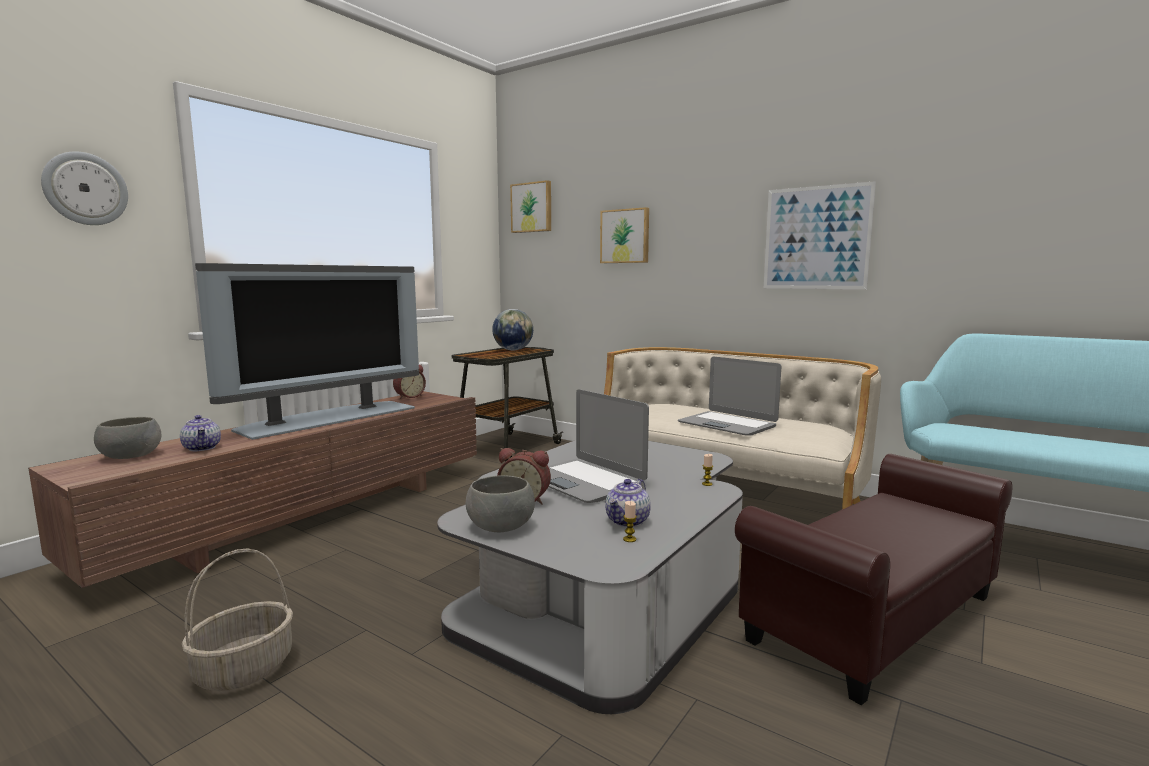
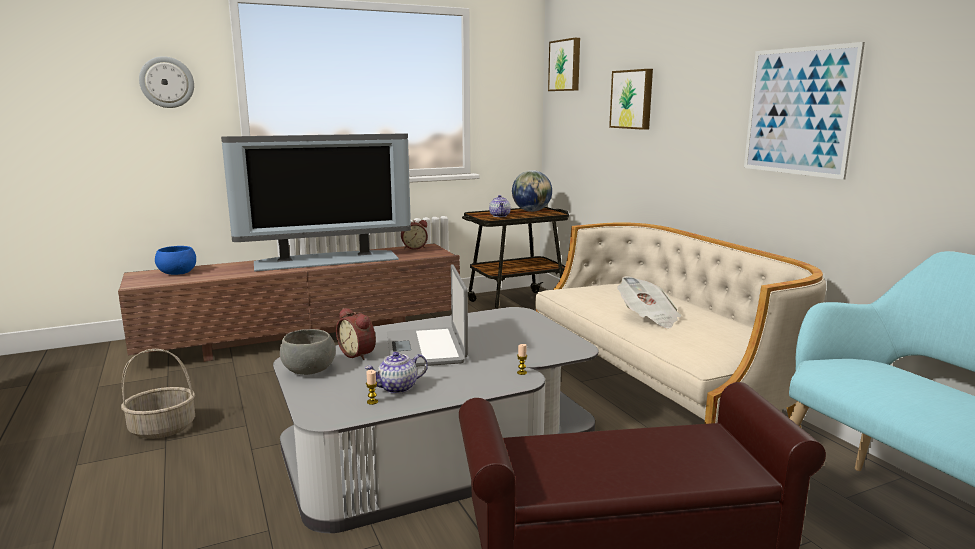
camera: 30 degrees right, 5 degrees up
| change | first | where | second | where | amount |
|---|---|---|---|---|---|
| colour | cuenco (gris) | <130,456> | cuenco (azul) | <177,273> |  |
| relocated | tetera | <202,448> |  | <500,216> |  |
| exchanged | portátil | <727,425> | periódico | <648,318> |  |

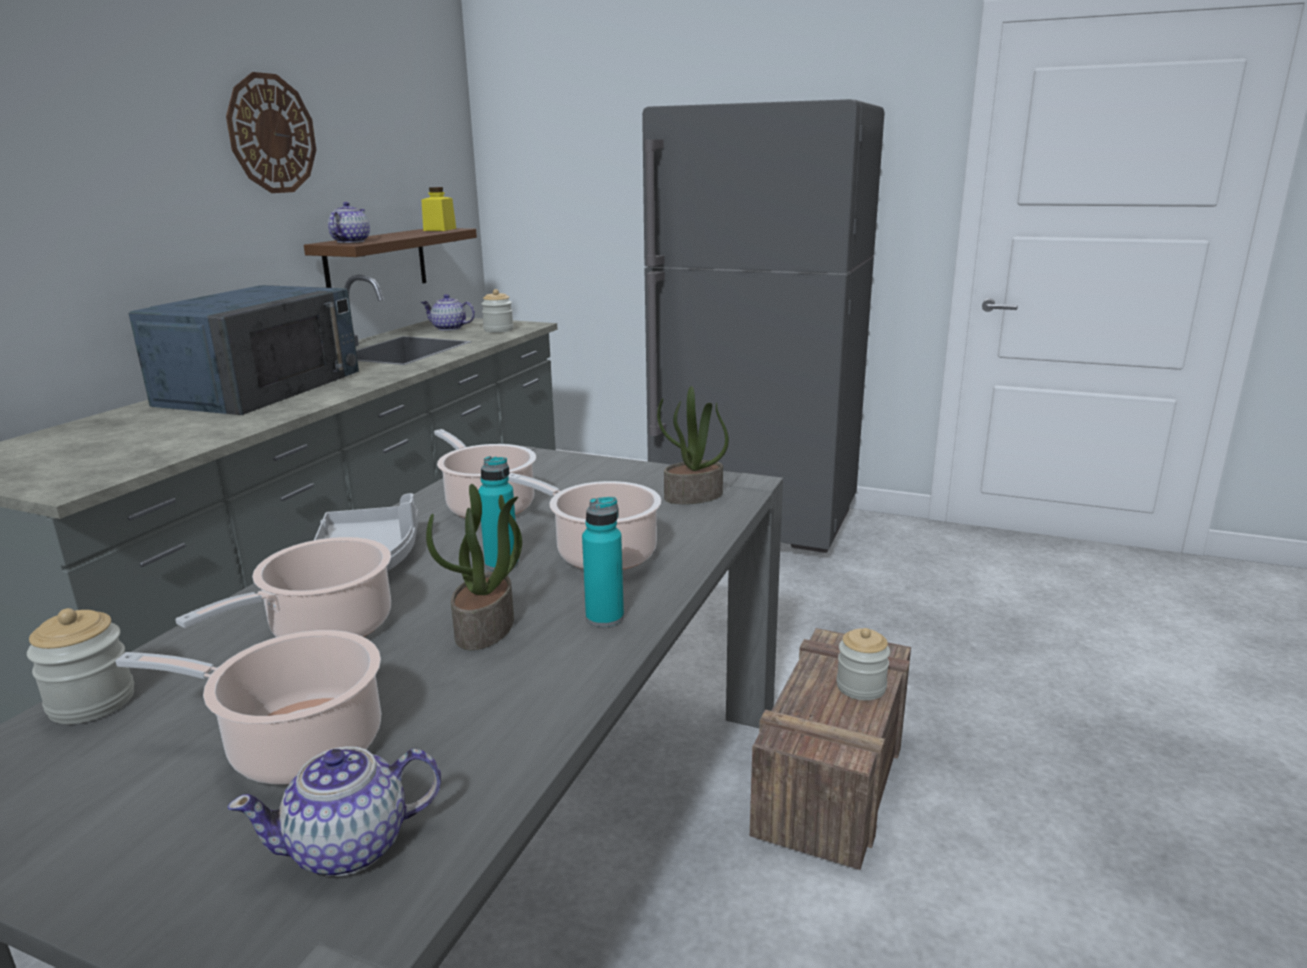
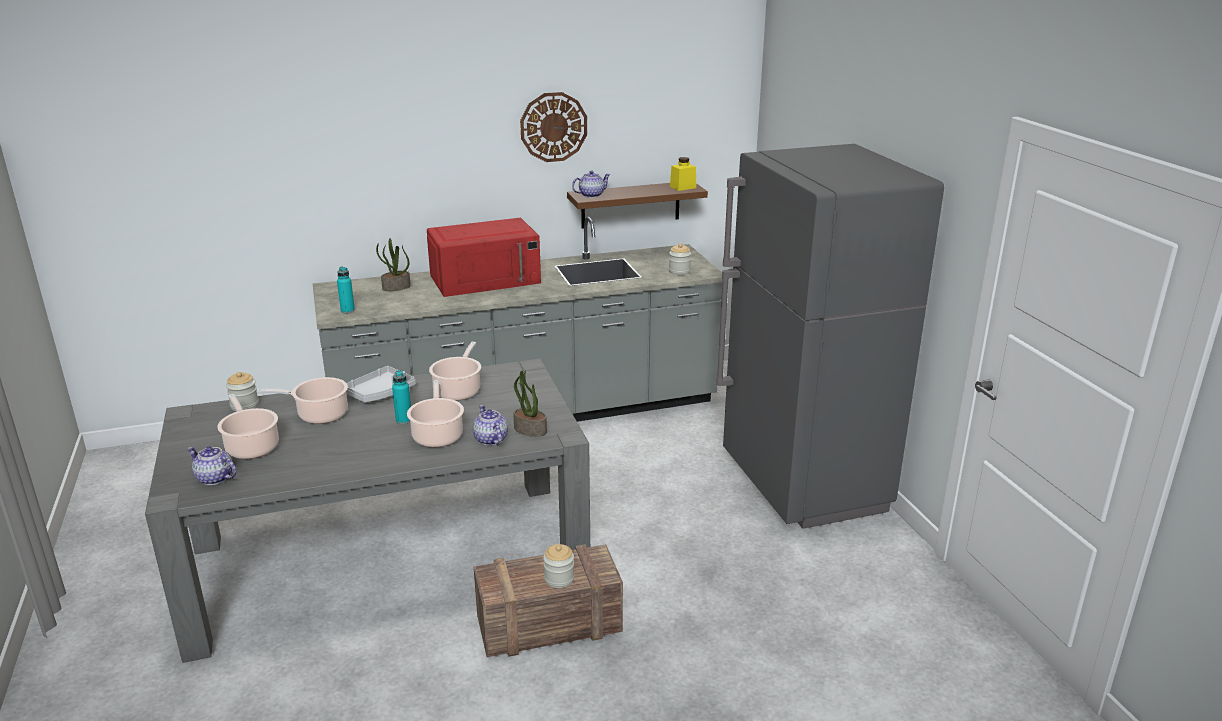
camera: 50 degrees right, 5 degrees up
| change | first | where | second | where | amount |
|---|---|---|---|---|---|
| relocated | botella (turquesa) | <604,618> |  | <347,310> |  |
| relocated | planta en maceta | <486,629> |  | <396,287> |  |
| colour | microondas (azul) | <262,387> | microondas (rojo) | <486,279> |  |
| relocated | tetera | <449,328> |  | <490,440> |  |

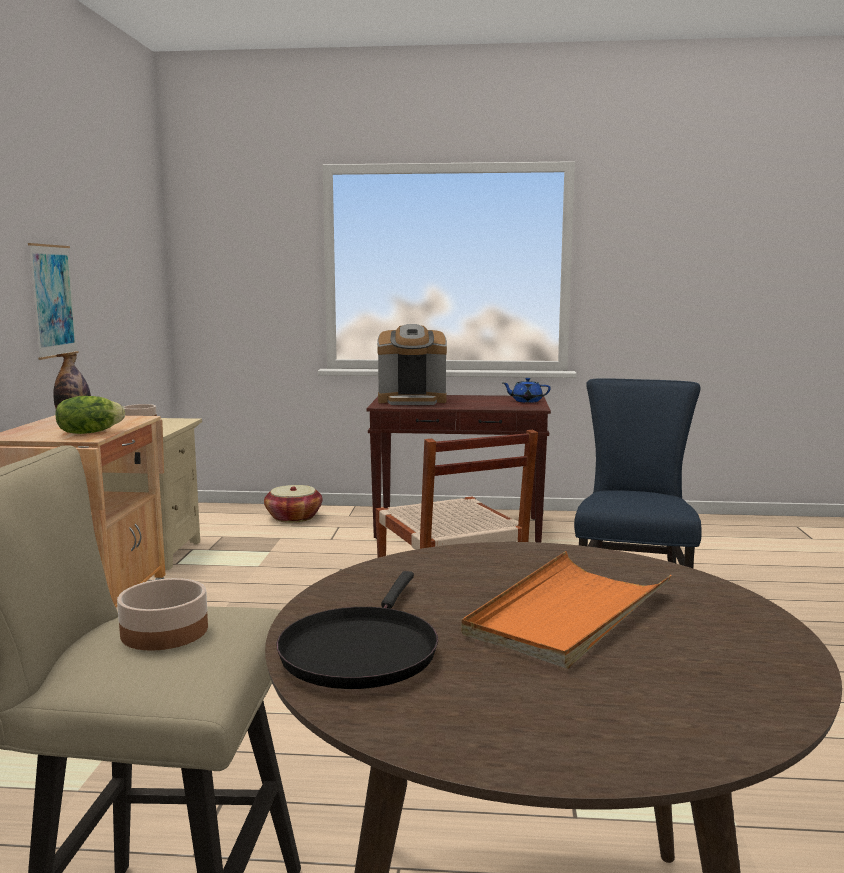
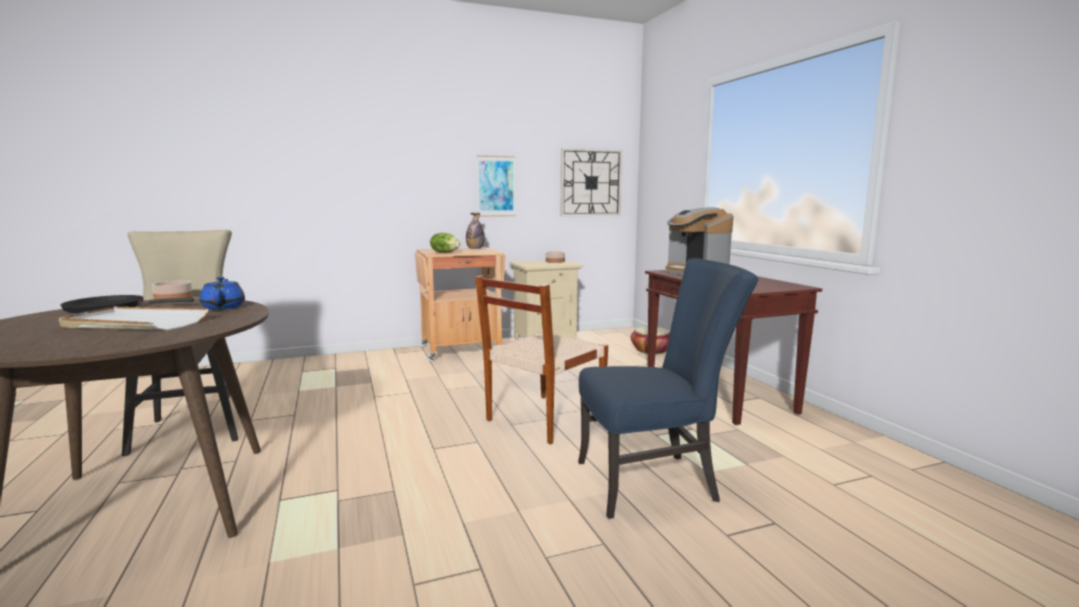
camera: 65 degrees right, 0 degrees up
| change | first | where | second | where | amount |
|---|---|---|---|---|---|
| colour | bandeja (naranja) | <567,614> | bandeja (blanco) | <134,323> |  |
| relocated | tetera (azul) | <526,401> |  | <224,307> |  |
| appeared |  |  | reloj de pared | <590,182> |  |

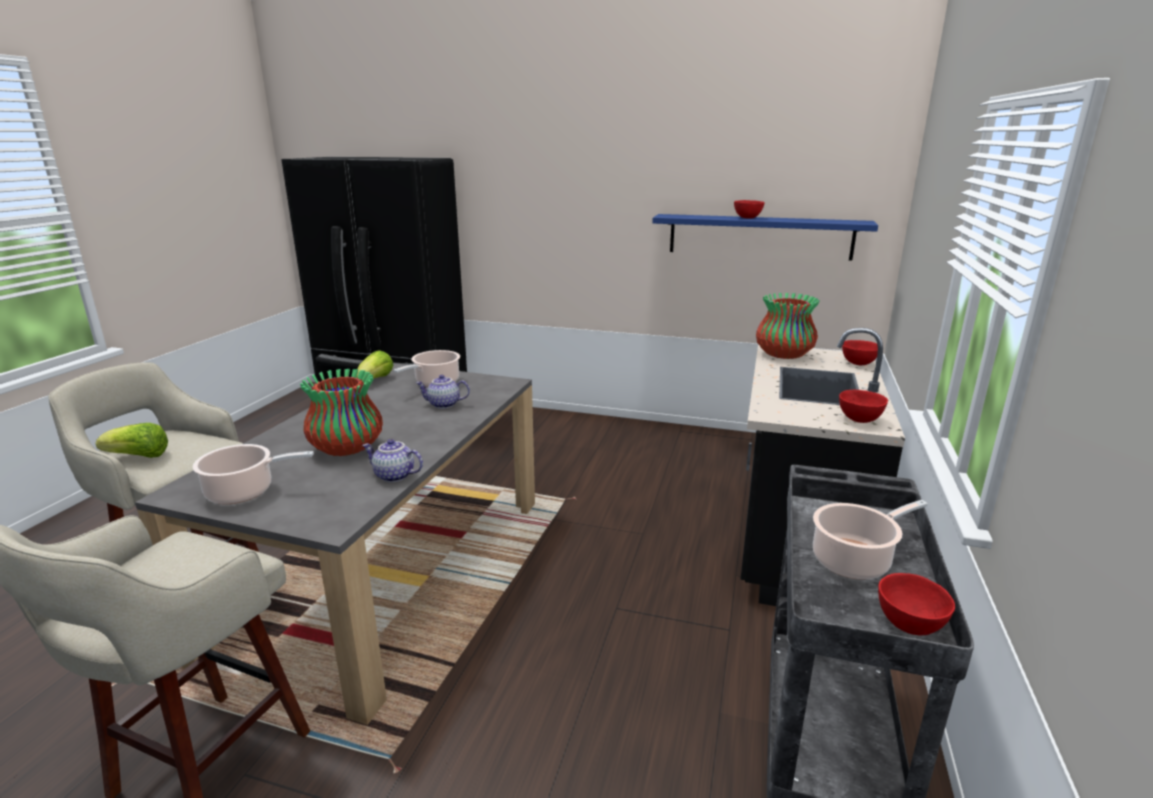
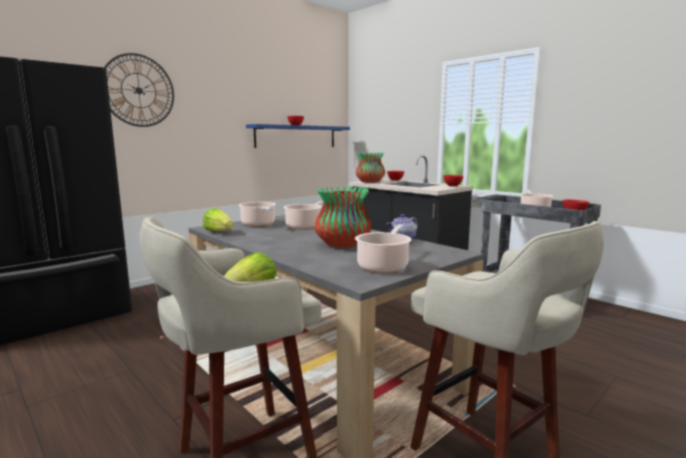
camera: 60 degrees left, 10 degrees down
| change | first | where | second | where | amount |
|---|---|---|---|---|---|
| appeared |  |  | reloj de pared | <138,90> |  |
| exchanged | tetera | <443,405> | olla | <305,226> |  |

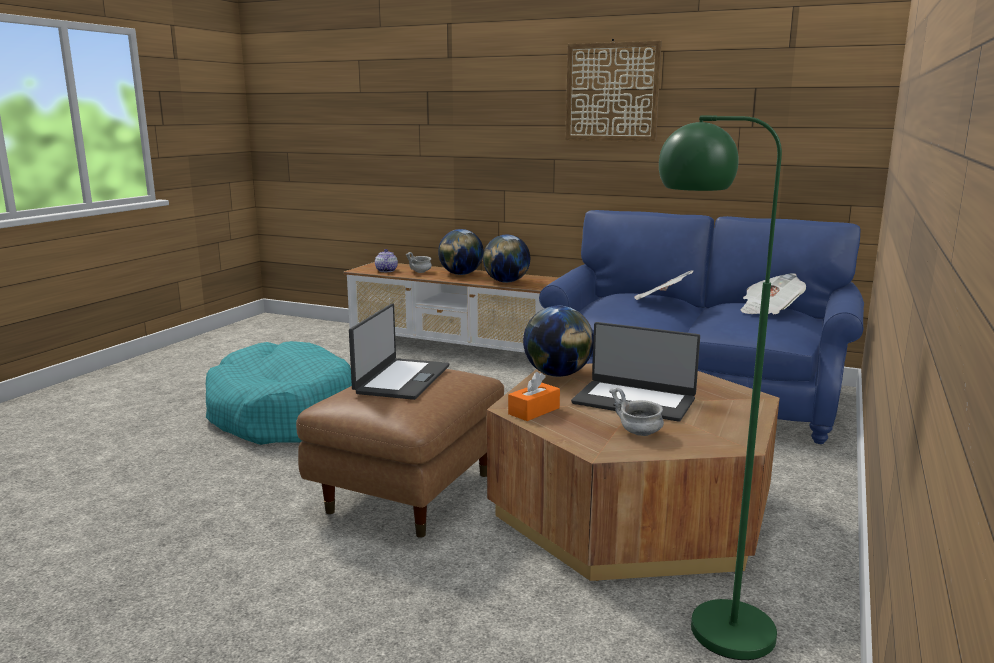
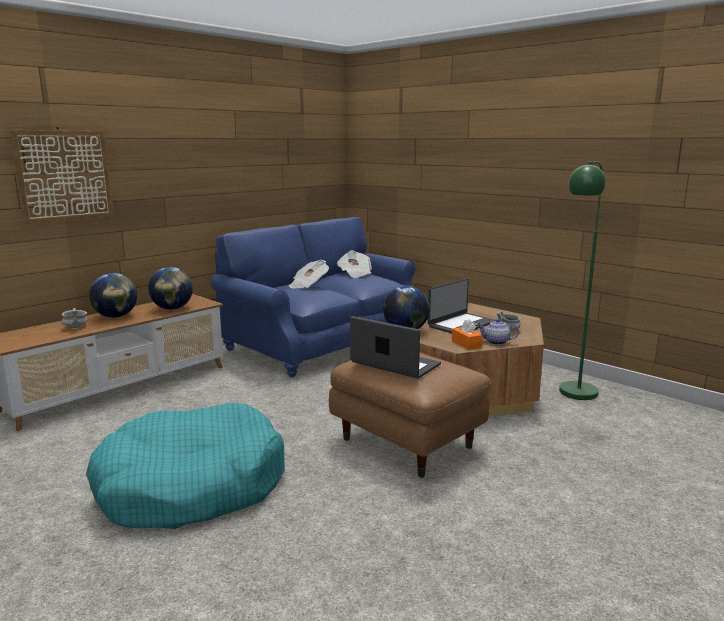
camera: 70 degrees left, 0 degrees up
| change | first | where | second | where | amount |
|---|---|---|---|---|---|
| relocated | cuadro | <612,90> |  | <64,174> |  |
| relocated | tetera | <386,271> |  | <496,342> |  |

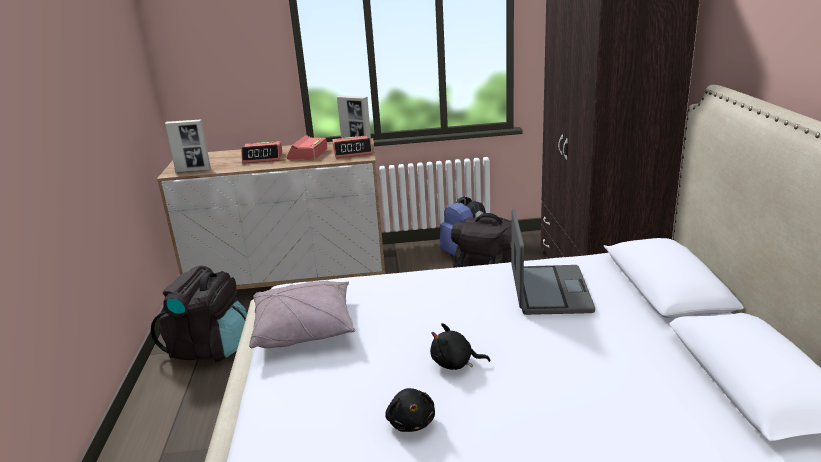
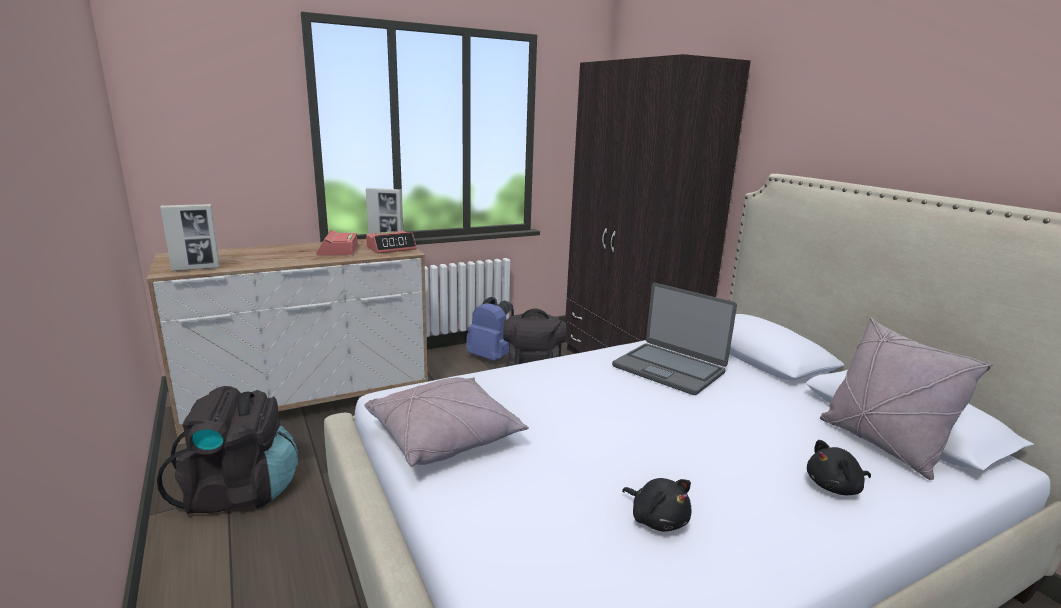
camera: 25 degrees left, 5 degrees down
| change | first | where | second | where | amount |
|---|---|---|---|---|---|
| spun | portátil | <549,291> |  | <669,369> | 150 degrees clockwise |
| relocated | peluche (negro) | <455,363> |  | <835,487> |  |
| appeared |  |  | cojín (morado) | <880,445> |  |
| missing | despertador | <263,158> |  |  |  |

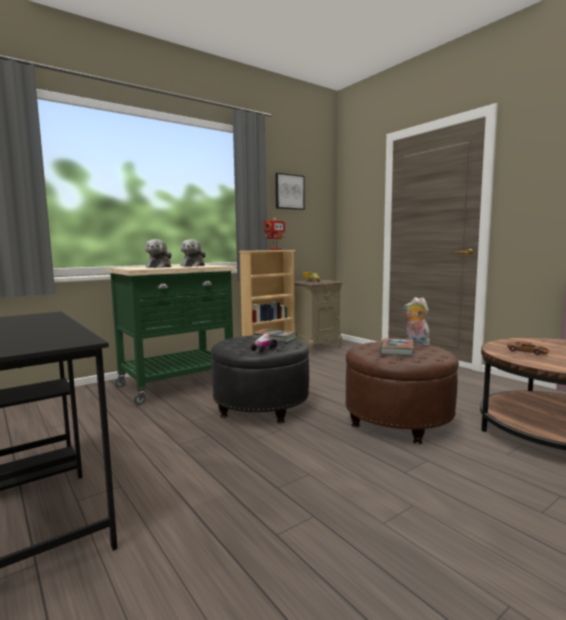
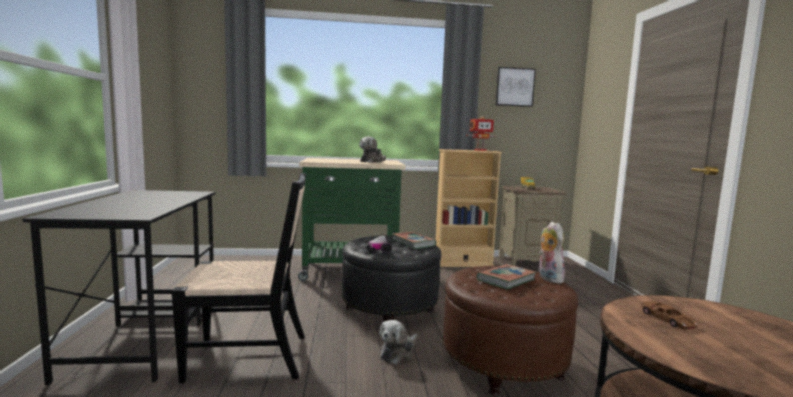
camera: 30 degrees right, 0 degrees up
| change | first | where | second | where | amount |
|---|---|---|---|---|---|
| appeared |  |  | silla | <248,358> |  |
| relocated | peluche | <159,267> |  | <398,353> |  |

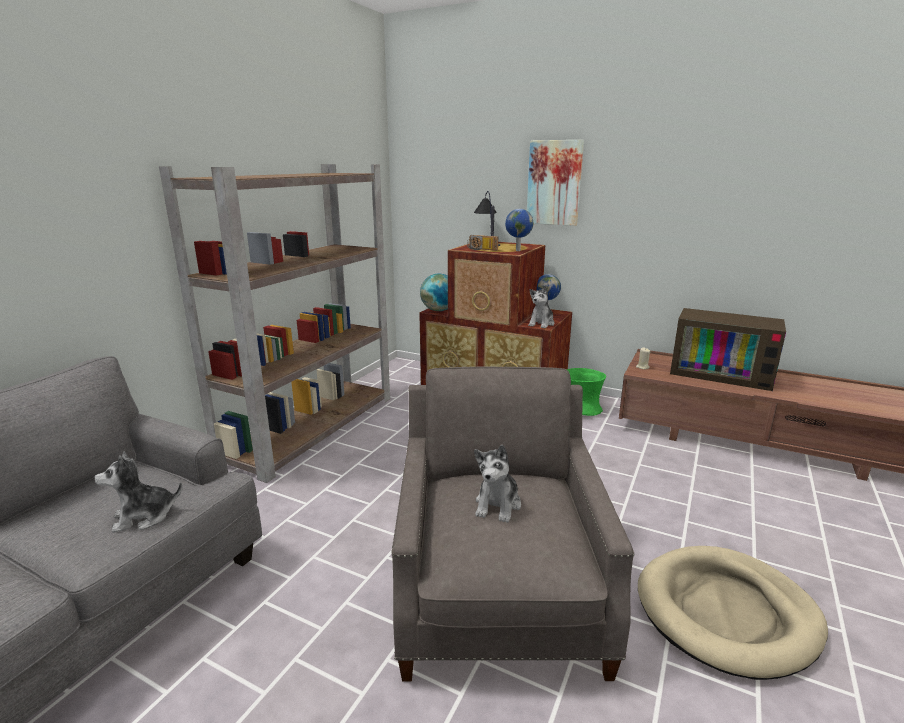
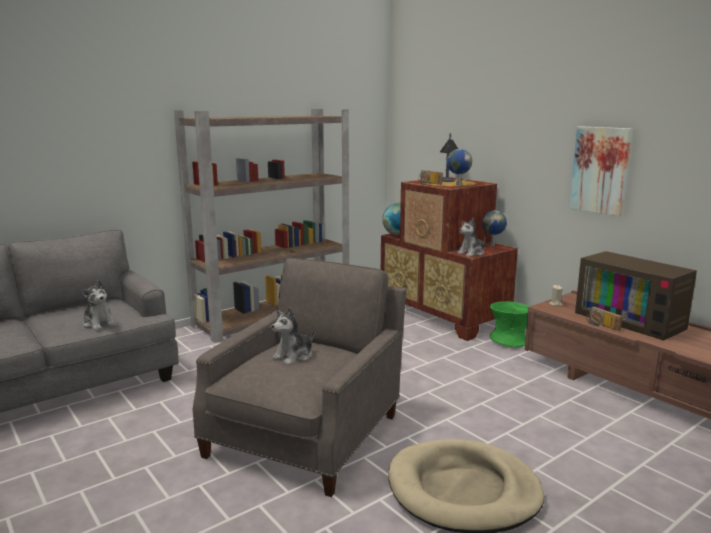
camera: 25 degrees right, 5 degrees down
| change | first | where | second | where | amount |
|---|---|---|---|---|---|
| spun | peluche | <144,517> |  | <99,323> | 135 degrees counterclockwise |
| relocated | cuadro | <554,183> |  | <600,170> |  |
| appeared |  |  | radio | <601,325> |  |

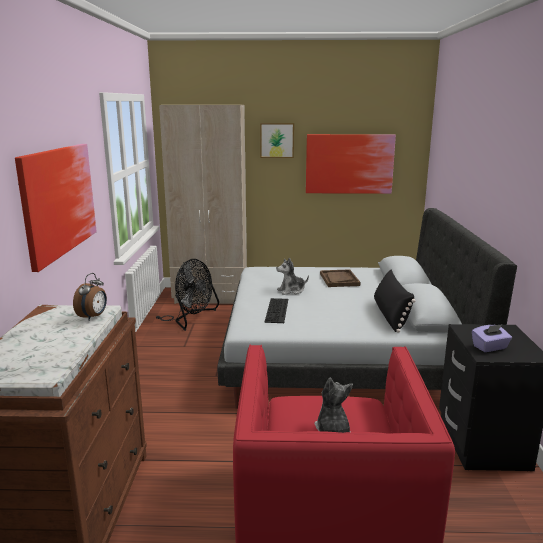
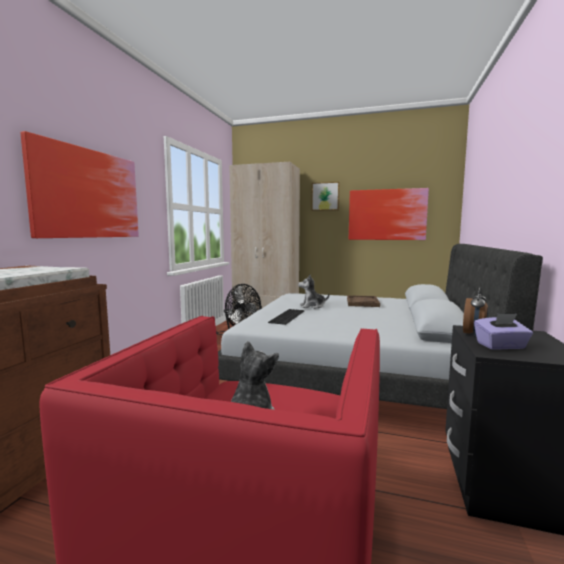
camera: 15 degrees right, 10 degrees down
| change | first | where | second | where | amount |
|---|---|---|---|---|---|
| relocated | despertador | <93,317> |  | <474,333> |  |
| missing | cojín (negro) | <390,315> |  |  |  |

